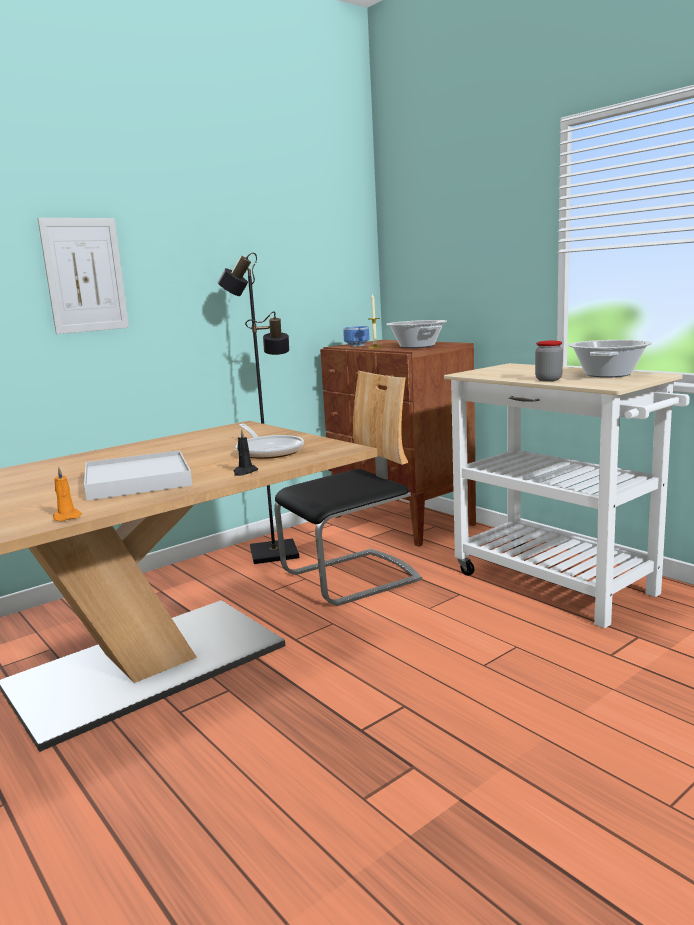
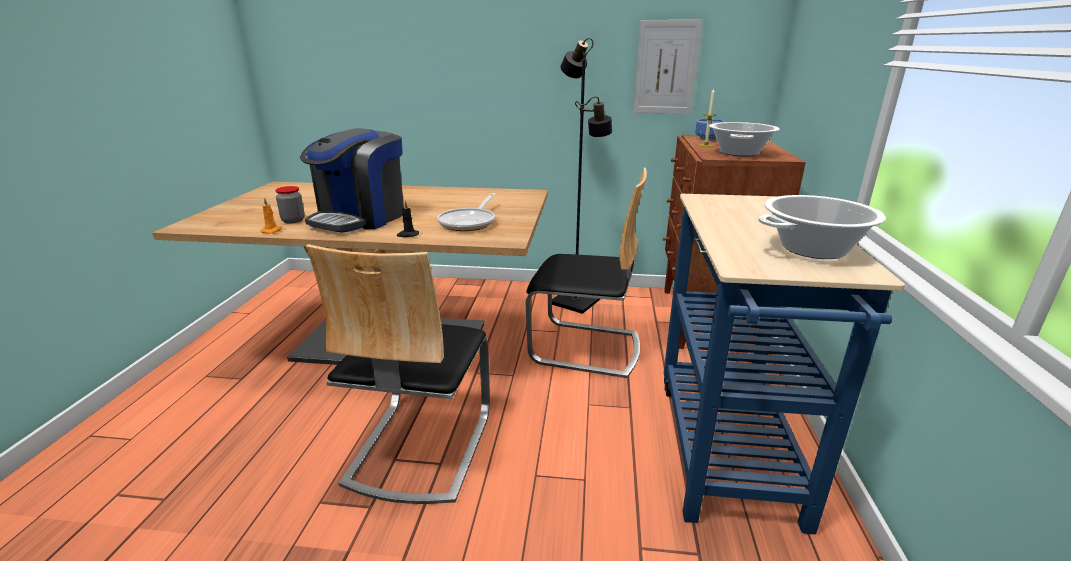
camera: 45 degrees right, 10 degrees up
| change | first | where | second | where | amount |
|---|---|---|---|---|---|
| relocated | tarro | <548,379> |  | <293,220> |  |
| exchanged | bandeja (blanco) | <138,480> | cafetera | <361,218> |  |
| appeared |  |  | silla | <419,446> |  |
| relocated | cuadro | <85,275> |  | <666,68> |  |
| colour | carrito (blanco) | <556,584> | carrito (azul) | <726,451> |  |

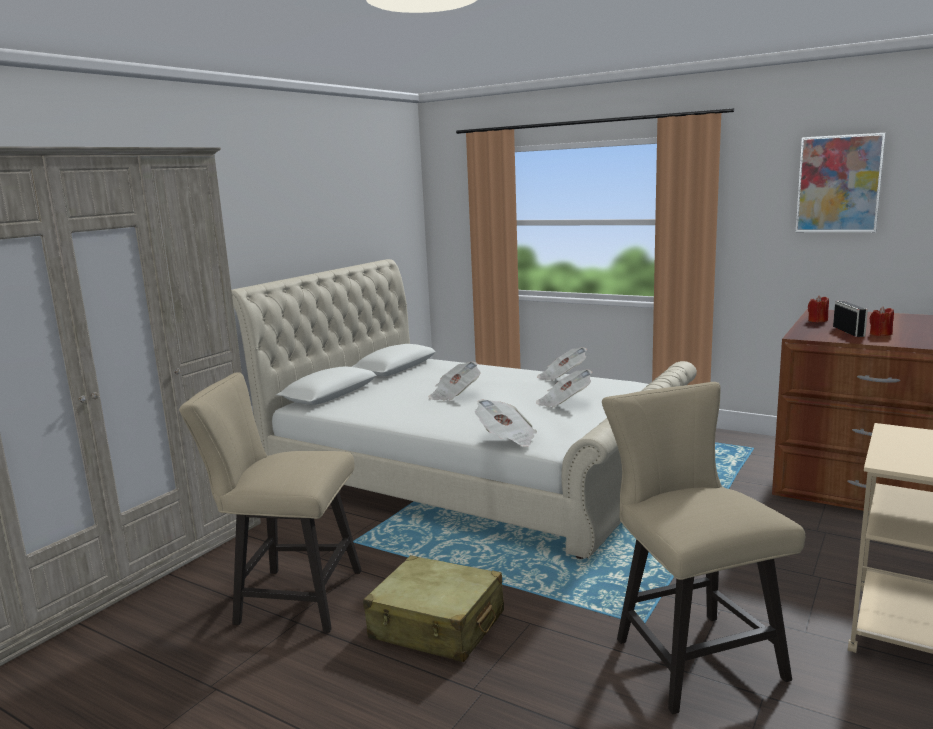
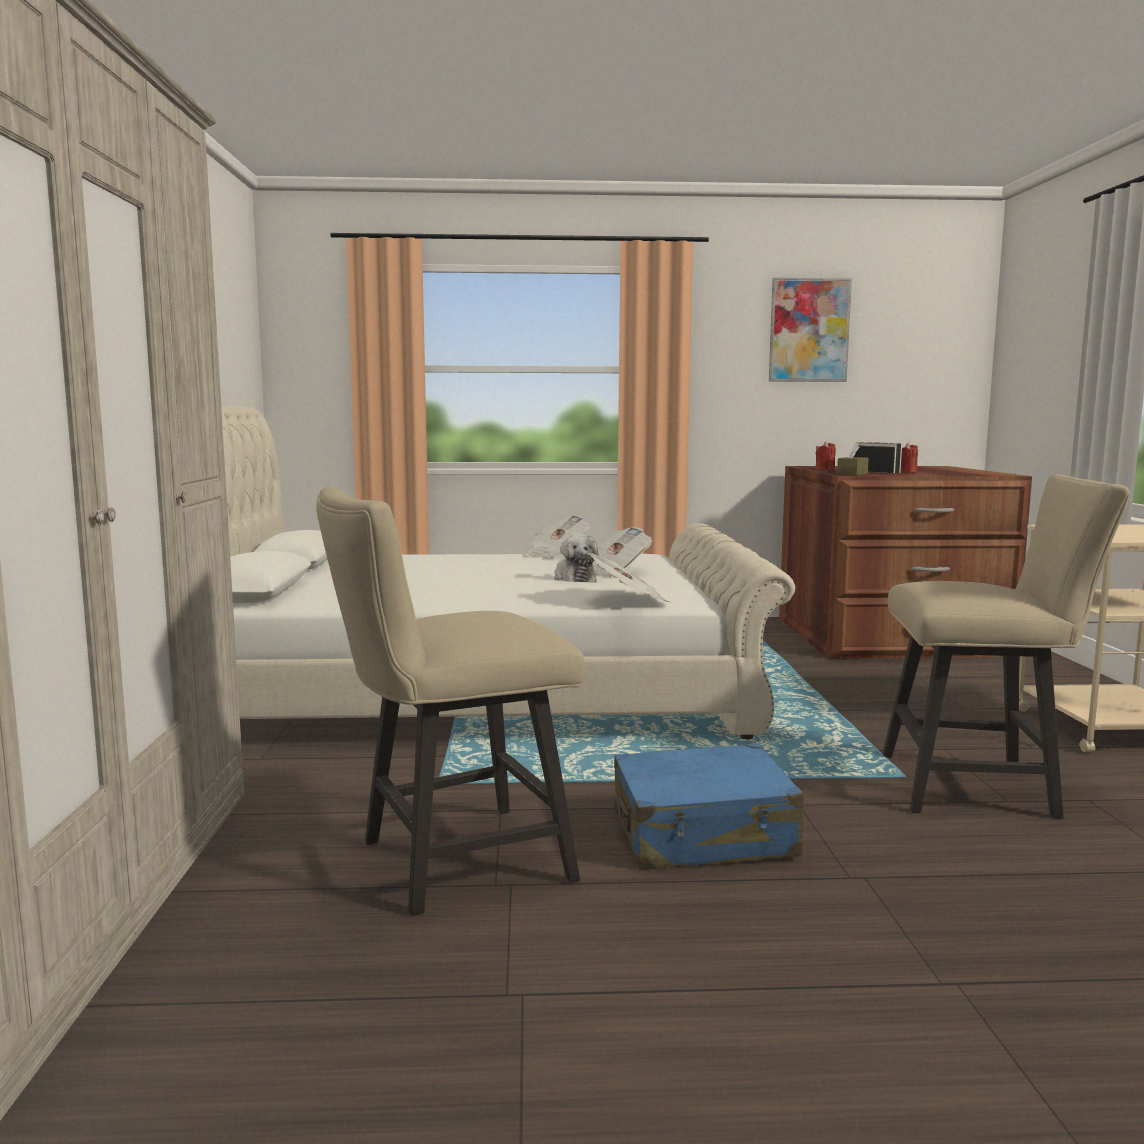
camera: 35 degrees left, 5 degrees down
| change | first | where | second | where | amount |
|---|---|---|---|---|---|
| appeared |  |  | peluche | <573,579> |  |
| colour | maleta (beis) | <437,625> | maleta (azul) | <703,835> |  |
| appeared |  |  | caja de pañuelos (marrón) | <852,474> |  |
| spun | silla (beis) | <690,653> |  | <981,787> | 150 degrees clockwise |
| missing | periódico | <454,395> |  |  |  |

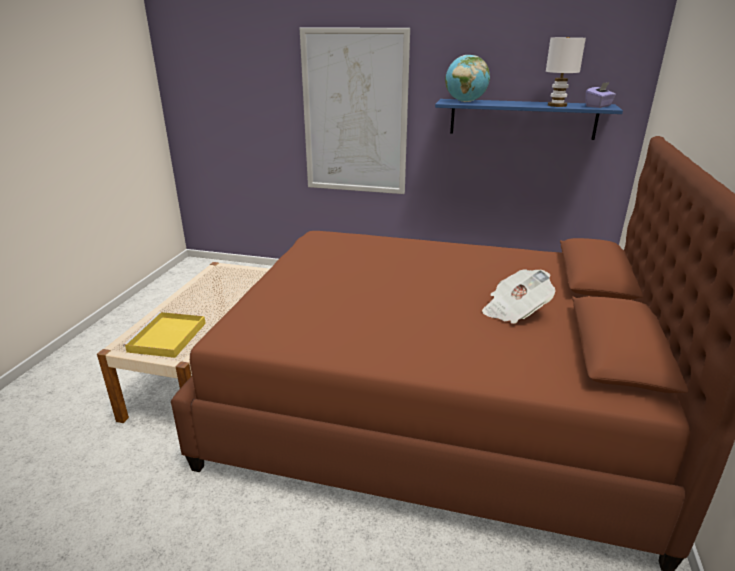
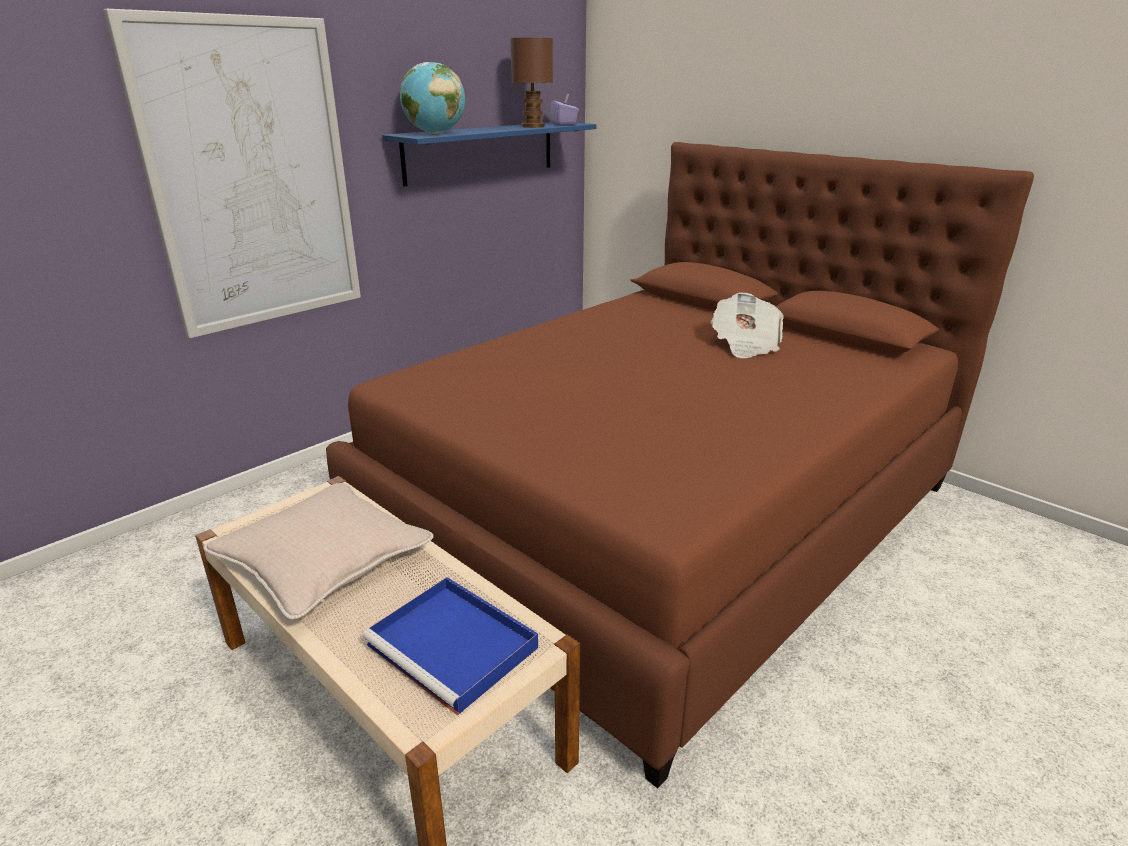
camera: 60 degrees left, 0 degrees up
| change | first | where | second | where | amount |
|---|---|---|---|---|---|
| appeared |  |  | cojín (beis) | <323,558> |  |
| colour | bandeja (amarillo) | <167,338> | bandeja (azul) | <455,647> |  |
| colour | lámpara de mesa (blanco) | <556,105> | lámpara de mesa (marrón) | <532,126> |  |

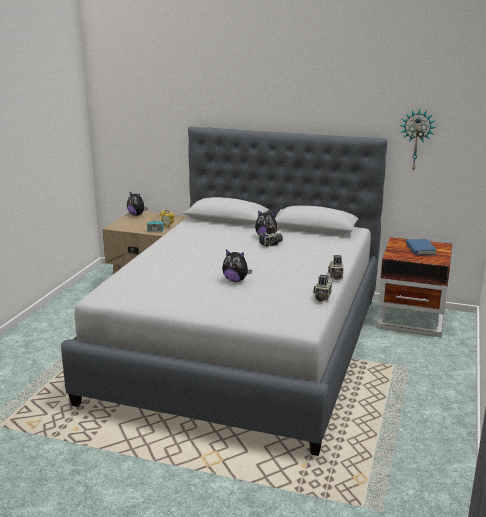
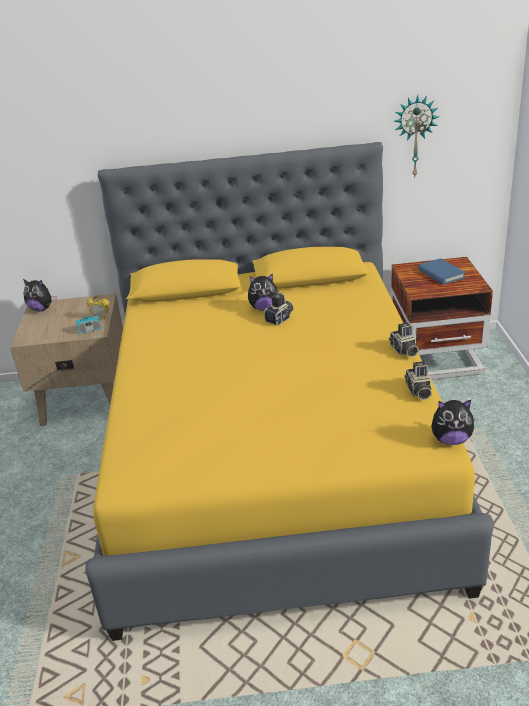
camera: 20 degrees left, 10 degrees up
| change | first | where | second | where | amount |
|---|---|---|---|---|---|
| colour | cama (gris) | <243,346> | cama (amarillo) | <274,459> |  |
| relocated | peluche | <236,280> |  | <451,440> |  |

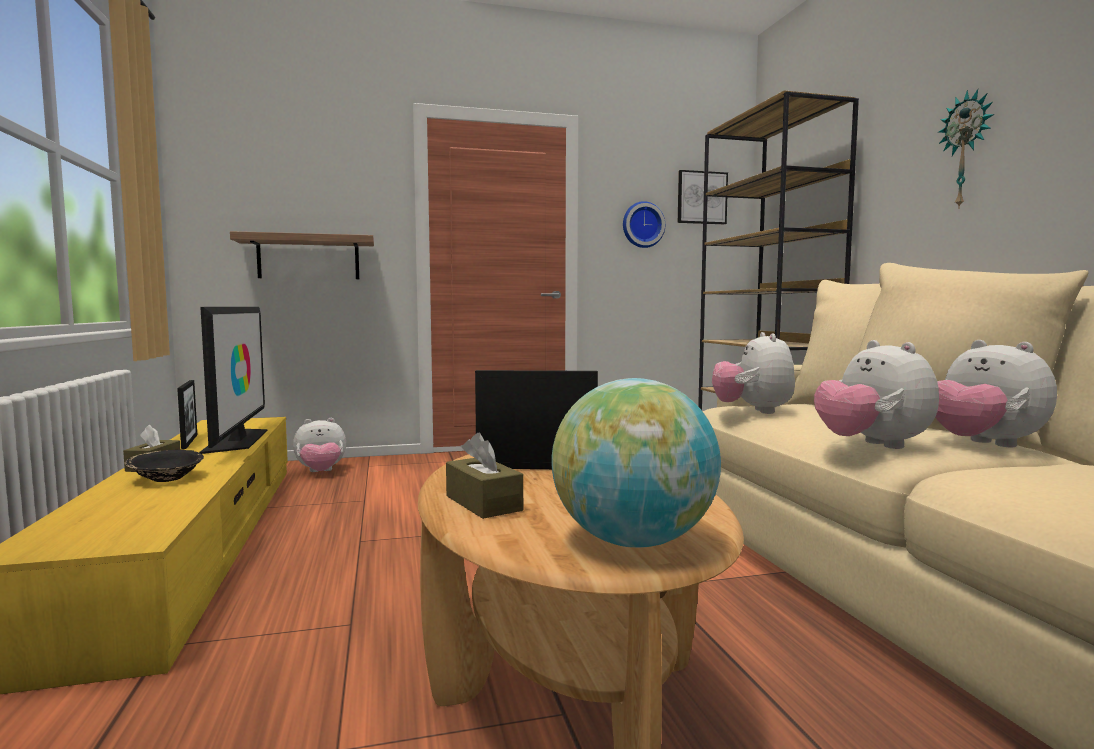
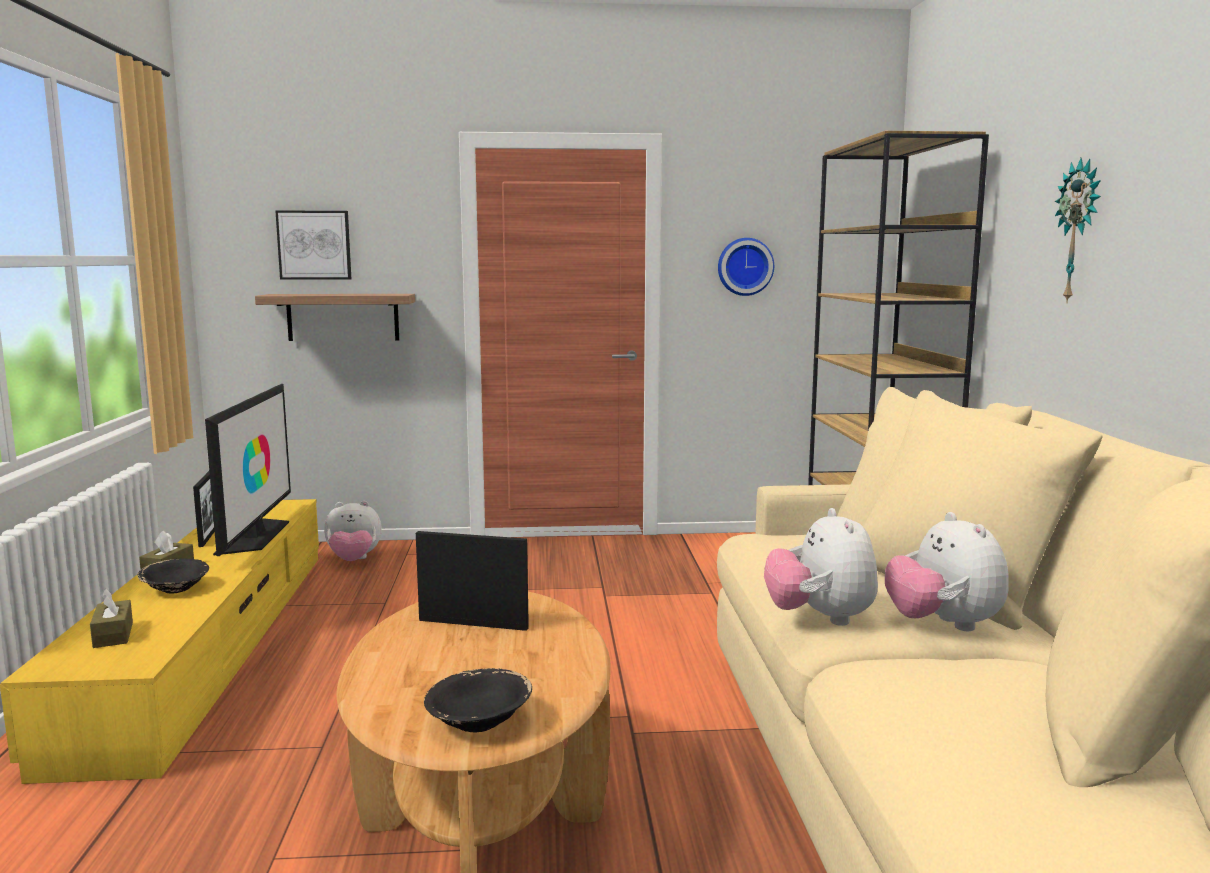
camera: 10 degrees right, 5 degrees up
| change | first | where | second | where | amount |
|---|---|---|---|---|---|
| relocated | caja de pañuelos (marrón) | <483,503> |  | <113,635> |  |
| relocated | cuadro | <701,198> |  | <314,245> |  |
| exchanged | globo terráqueo | <633,541> | cuenco (negro) | <479,722> |  |
| missing | peluche | <753,411> |  |  |  |

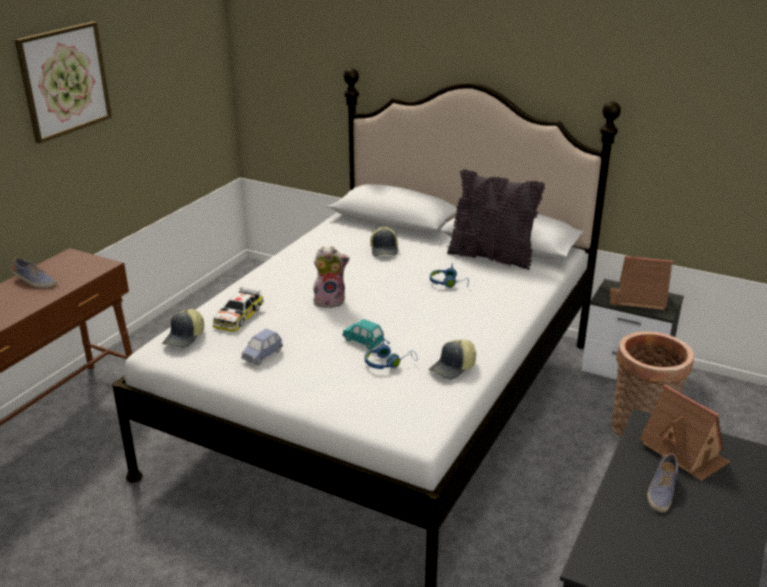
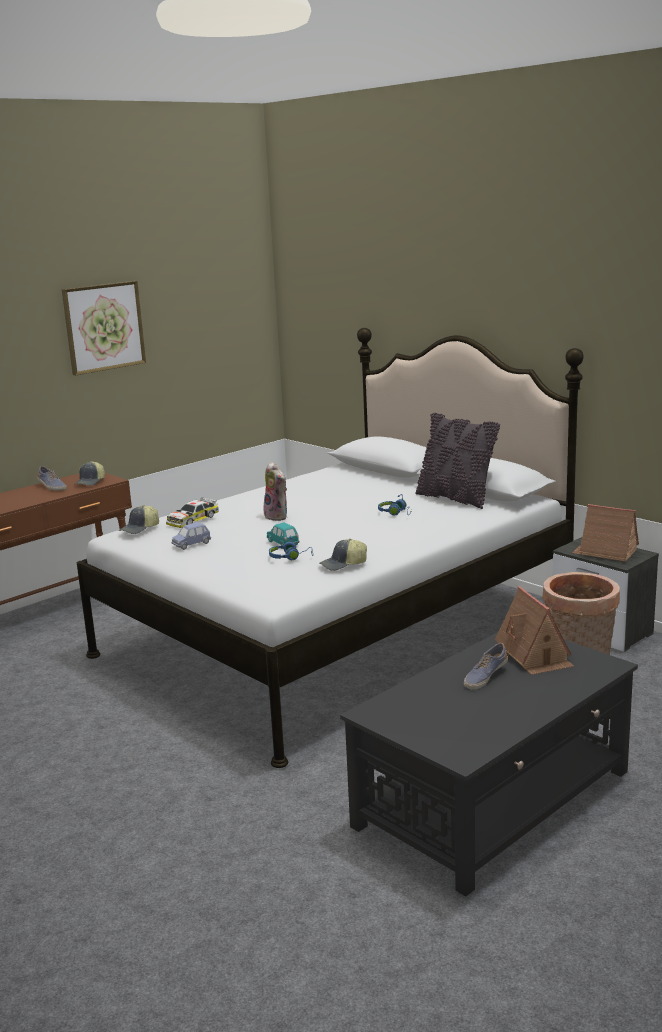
camera: 20 degrees right, 10 degrees down
| change | first | where | second | where | amount |
|---|---|---|---|---|---|
| relocated | gorra | <384,250> |  | <91,482> |  |
| spun | peluche | <330,301> |  | <278,516> | 45 degrees clockwise |

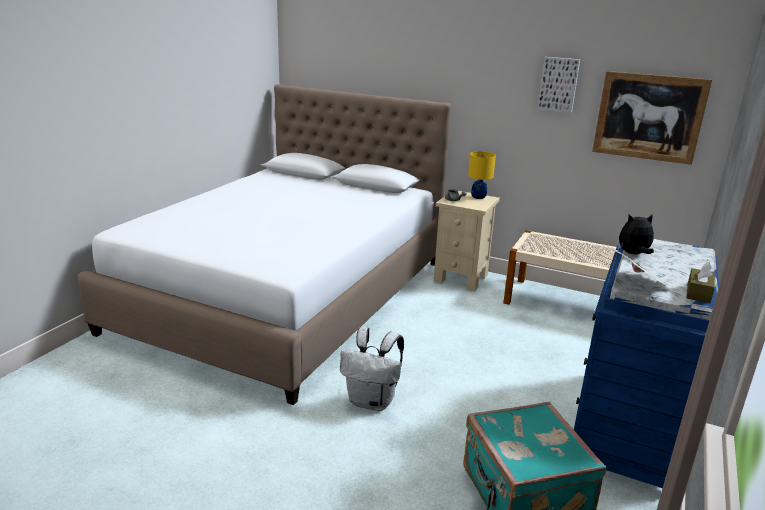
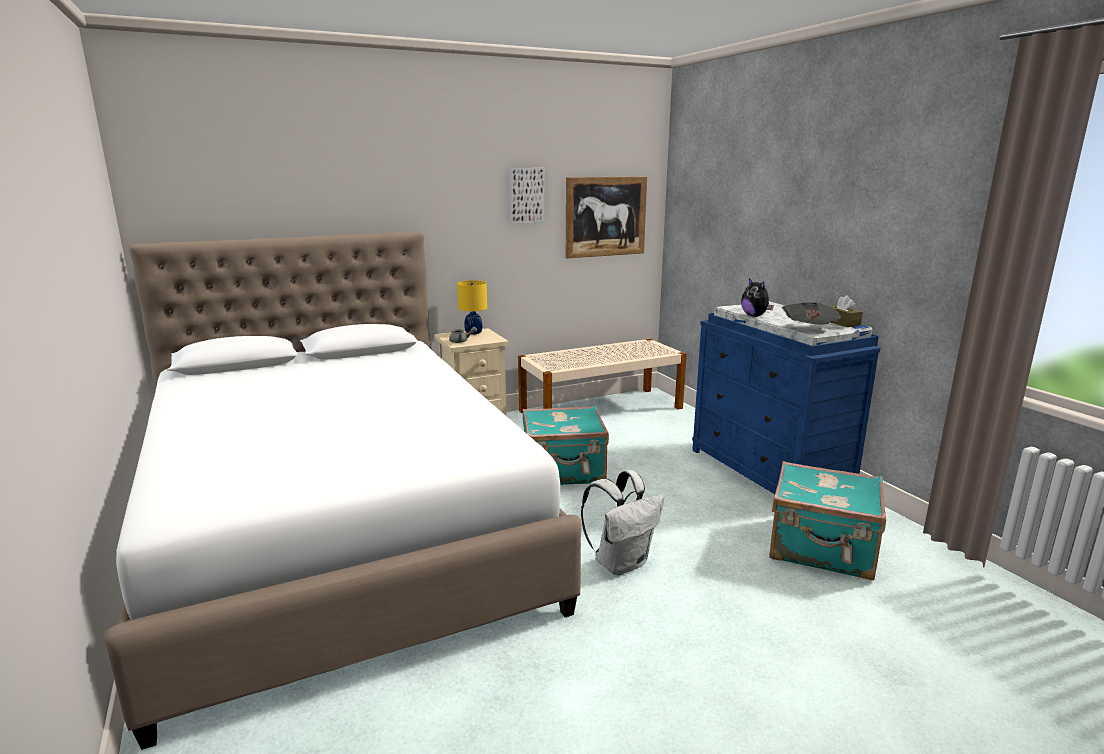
camera: 50 degrees left, 5 degrees down
| change | first | where | second | where | amount |
|---|---|---|---|---|---|
| appeared |  |  | maleta (turquesa) | <564,472> |  |
| spun | peluche | <633,254> |  | <755,316> | 60 degrees counterclockwise |

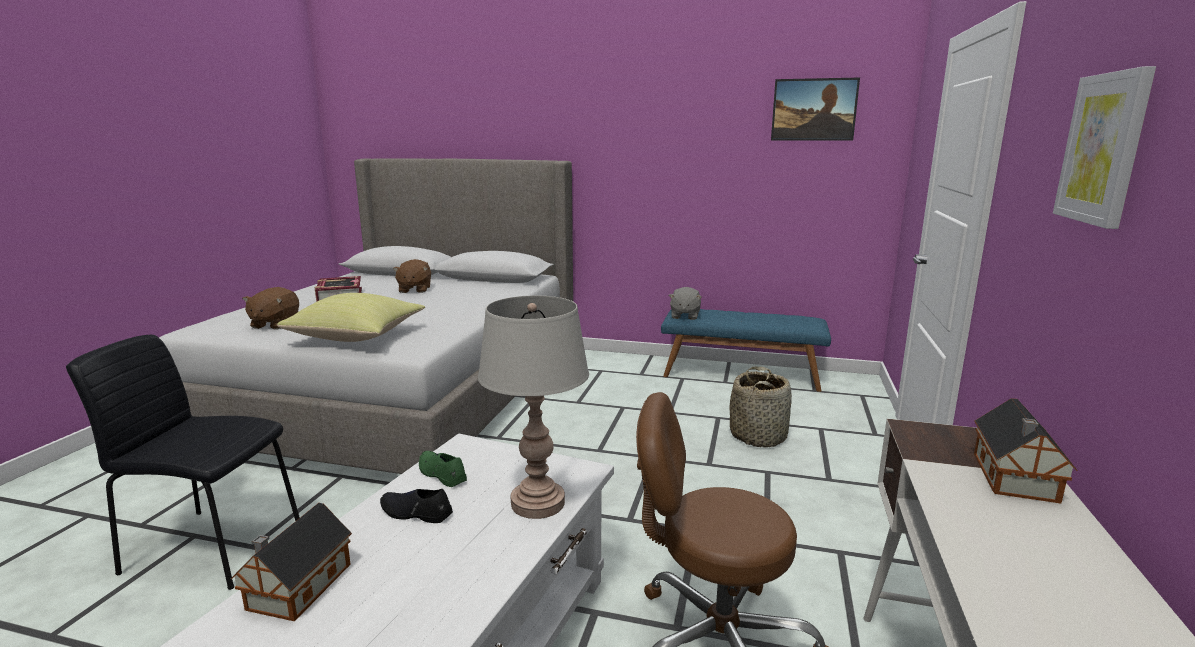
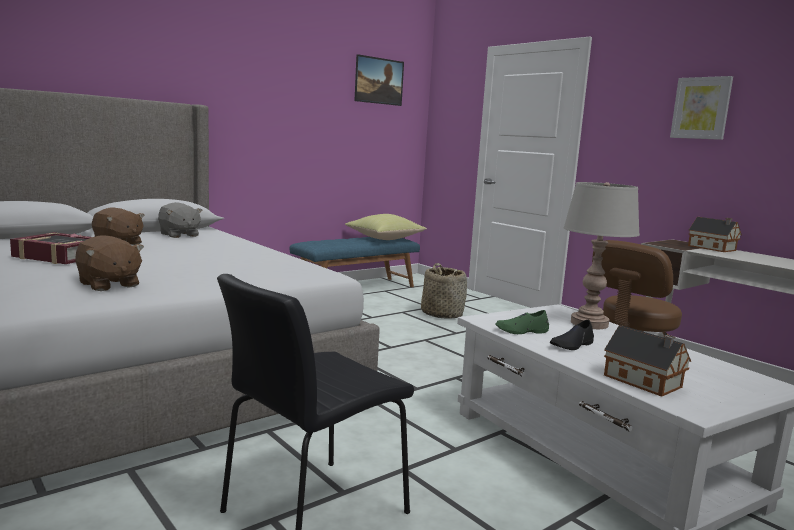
camera: 55 degrees left, 5 degrees down
| change | first | where | second | where | amount |
|---|---|---|---|---|---|
| relocated | peluche (gris) | <684,316> |  | <179,235> |  |
| relocated | cojín (amarillo) | <358,337> |  | <385,239> |  |

